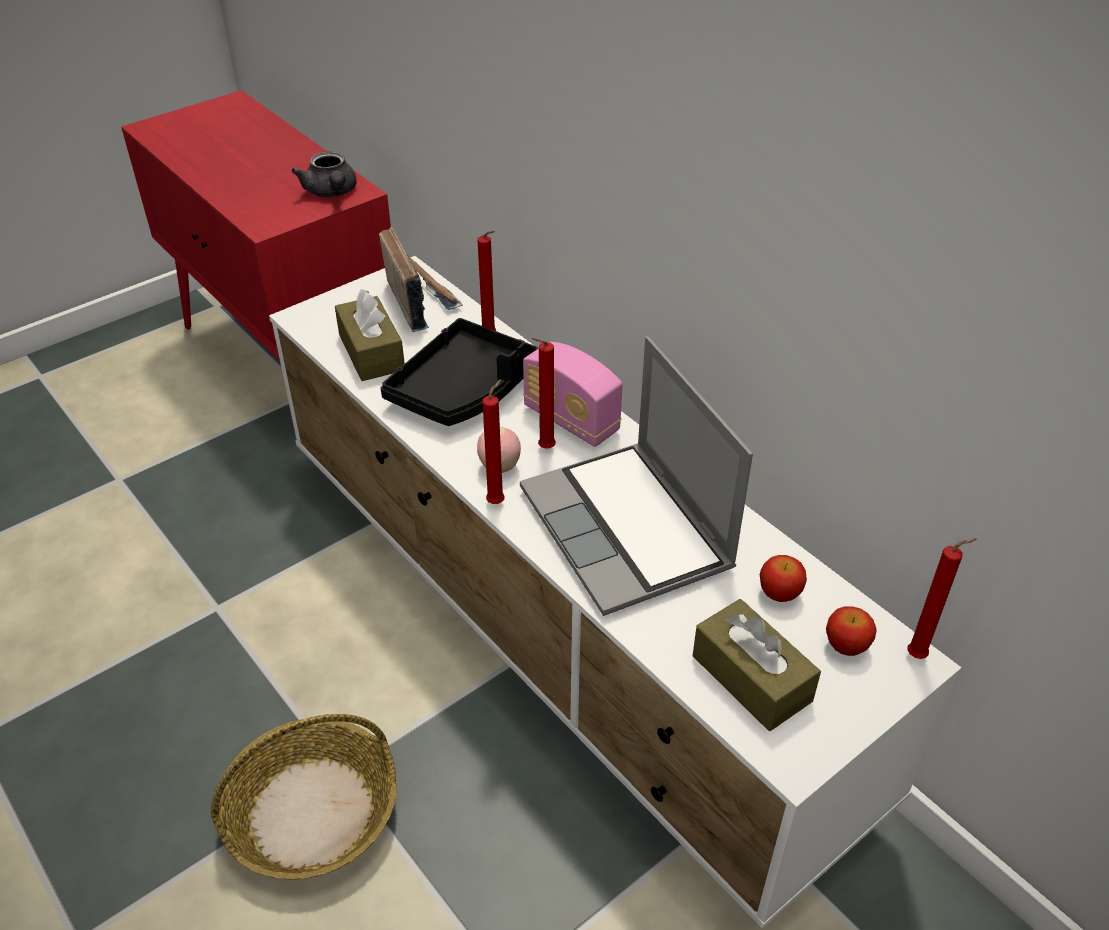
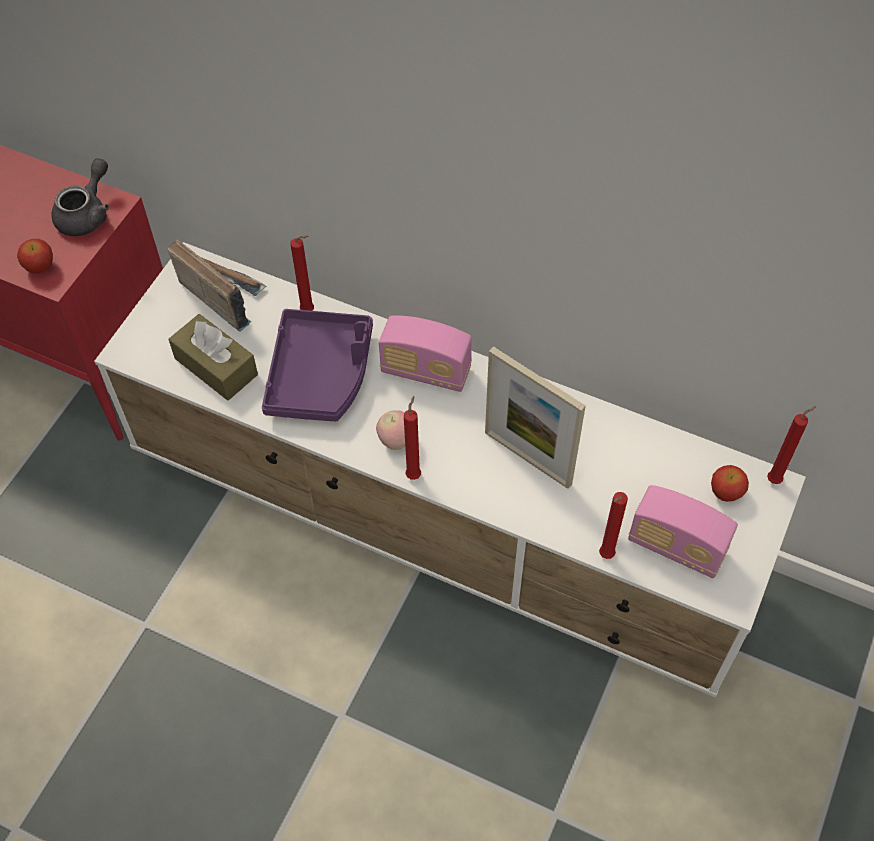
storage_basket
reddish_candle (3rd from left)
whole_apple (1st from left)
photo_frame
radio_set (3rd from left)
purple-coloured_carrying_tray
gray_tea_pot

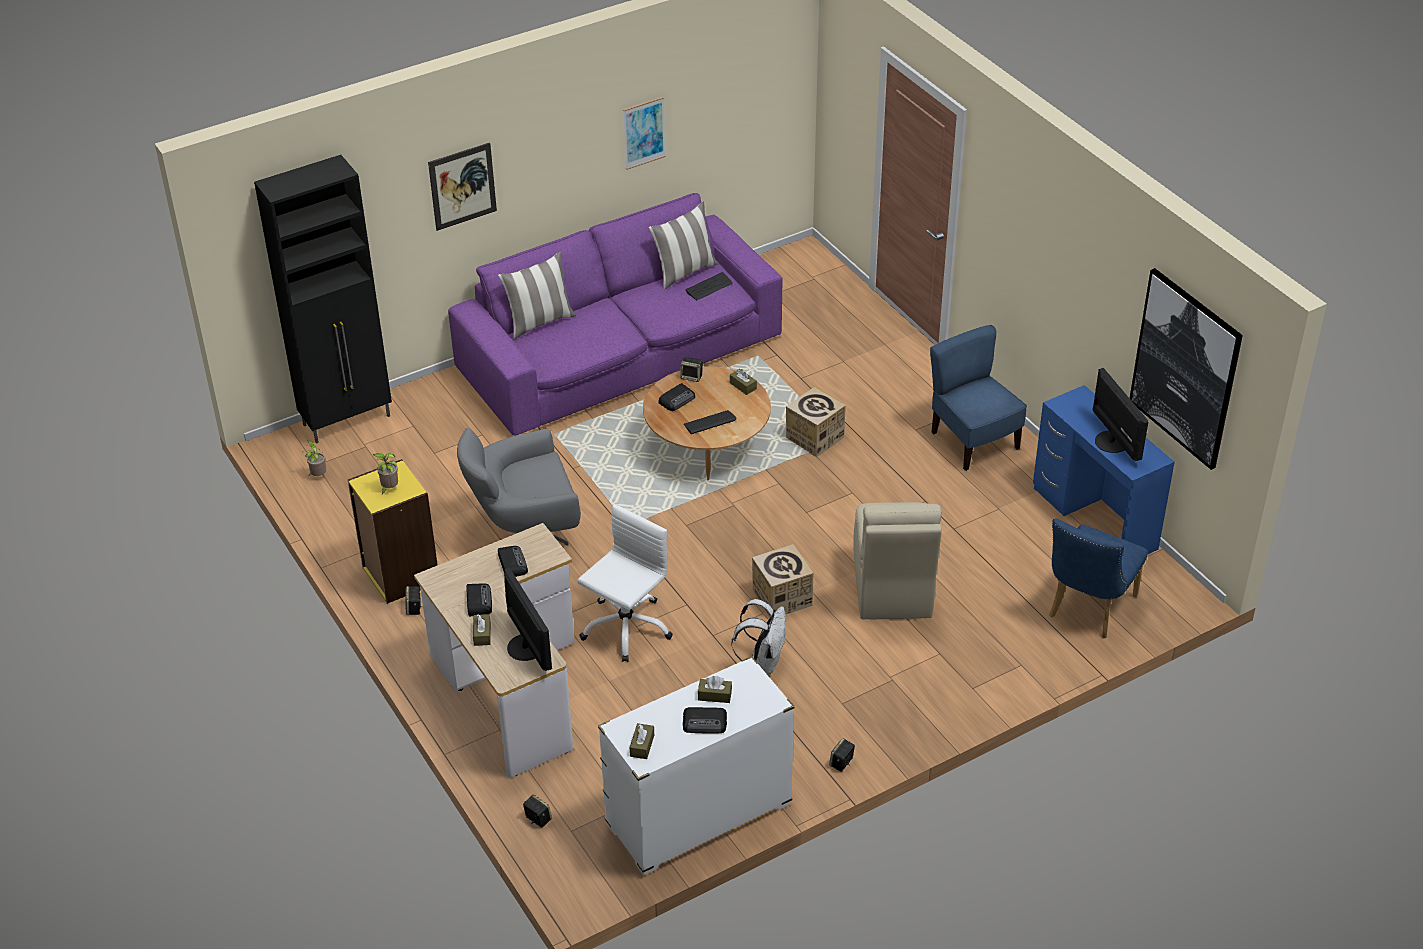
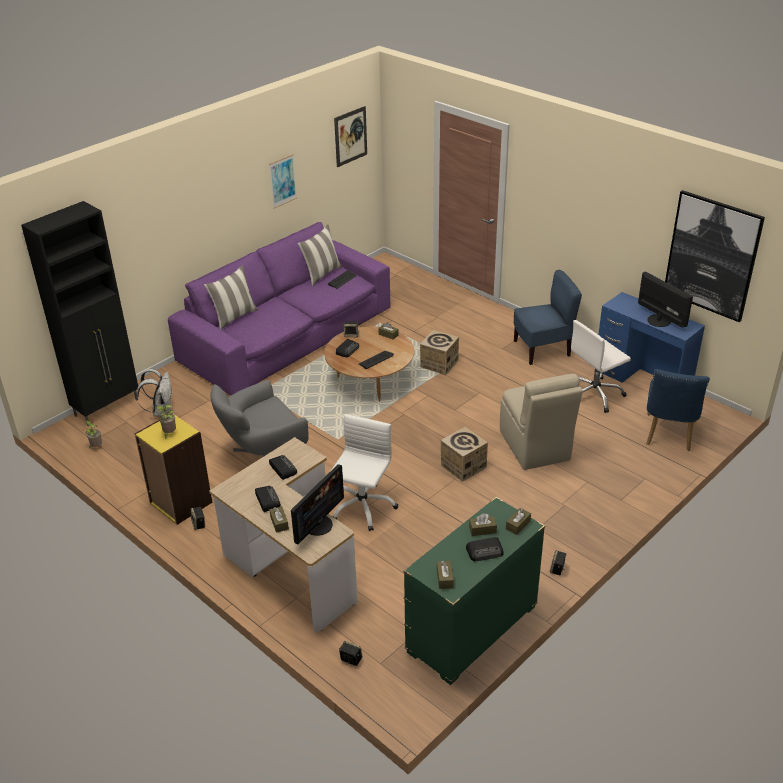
brown_tissue_box (5th from left)
white-coloured_office_chair (2nd from left)
picture (2nd from left)
white-coloured_backpack
greenish_dresser
computer_screen (1st from left)
blue-coloured_chair (1st from left)

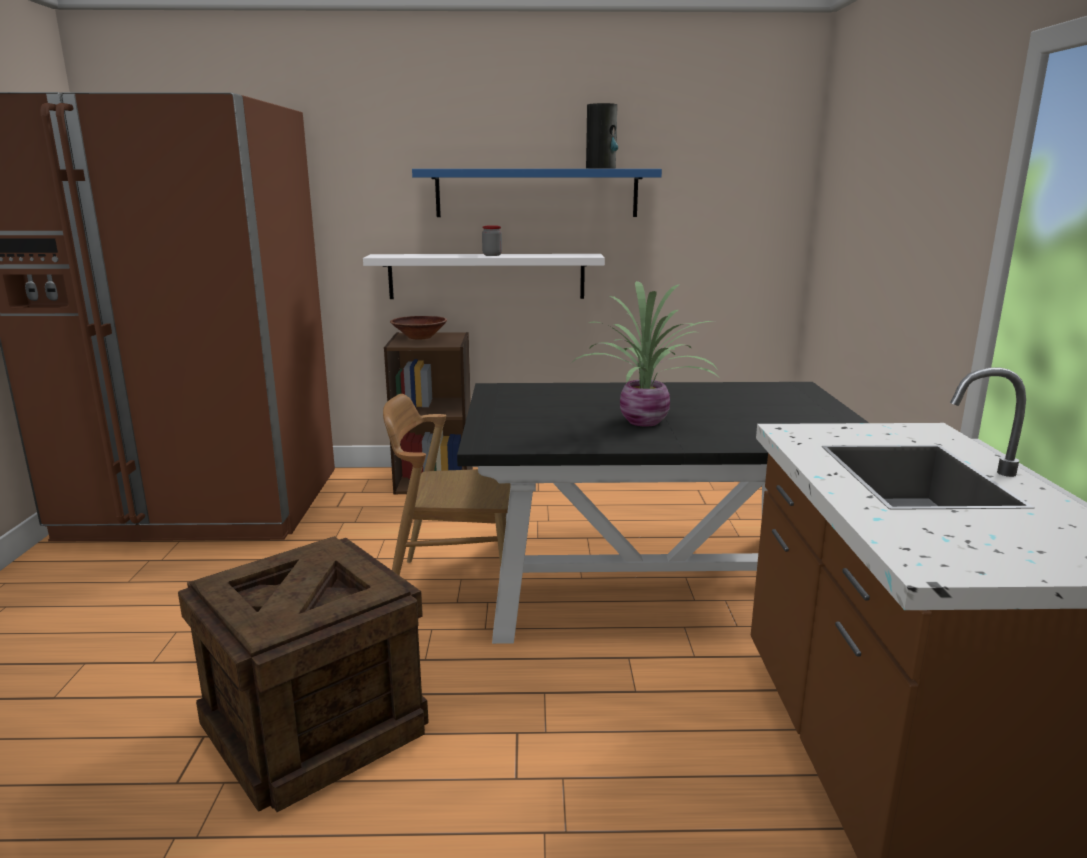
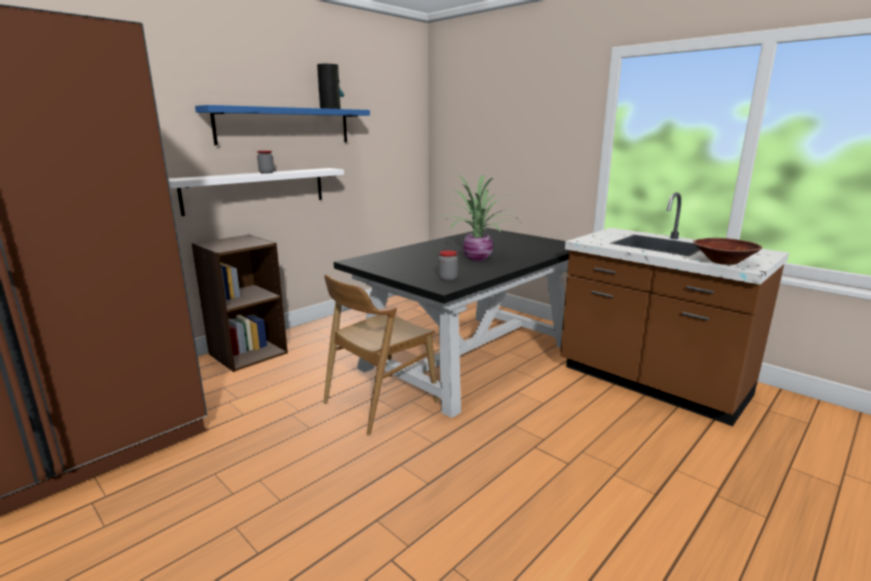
shipping_crate
jar (2nd from left)
brown_serving_bowl

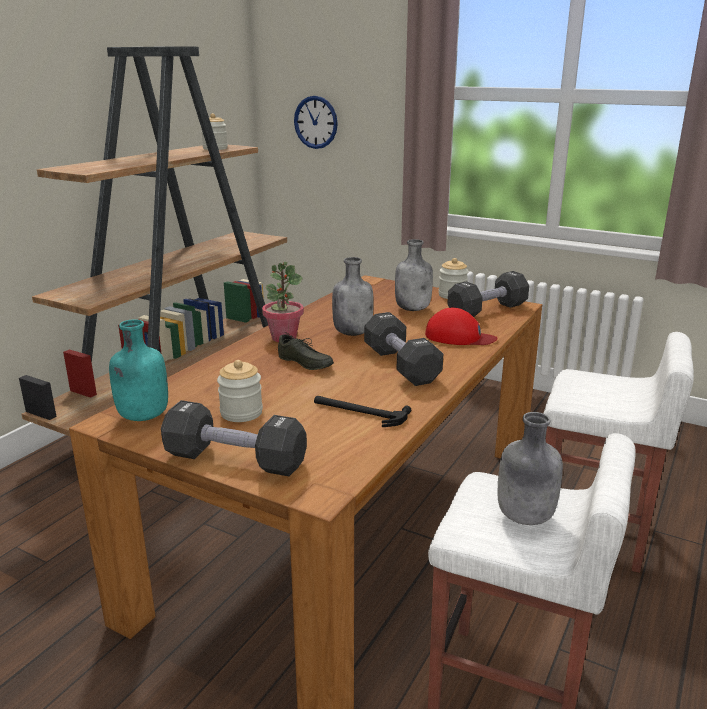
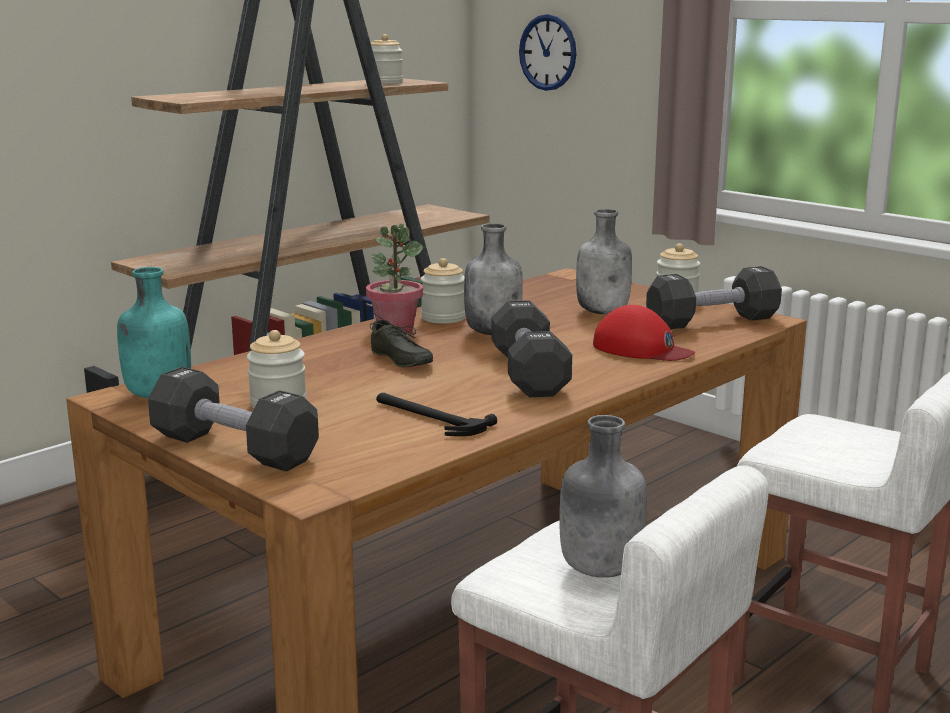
jar (3rd from left)

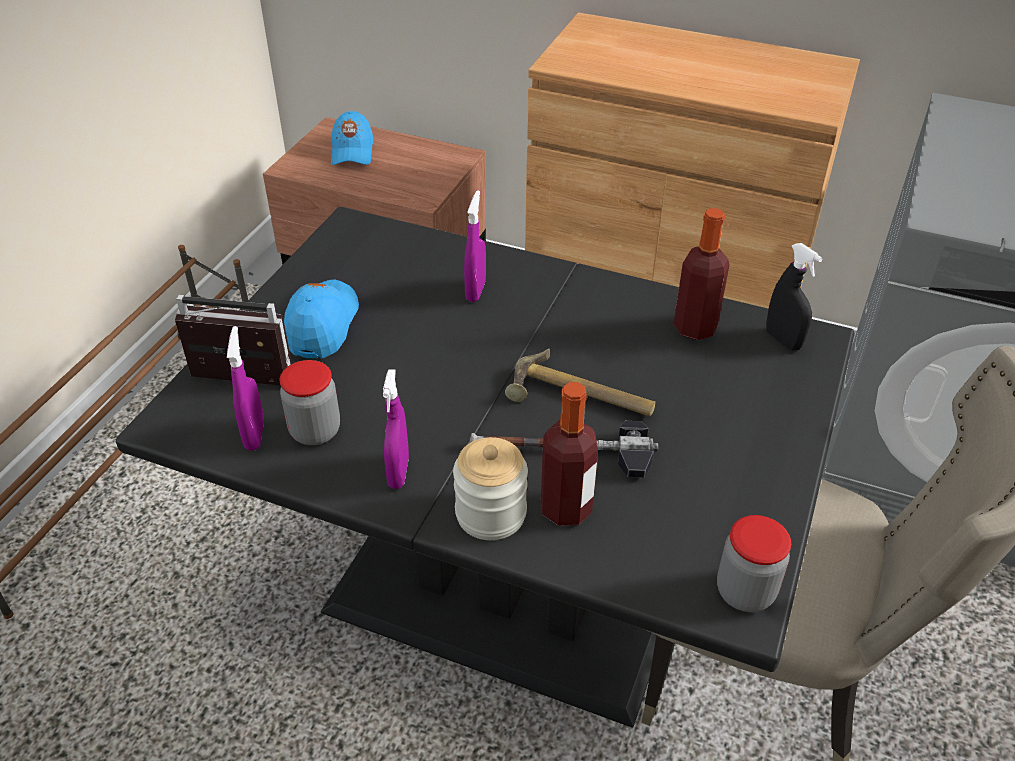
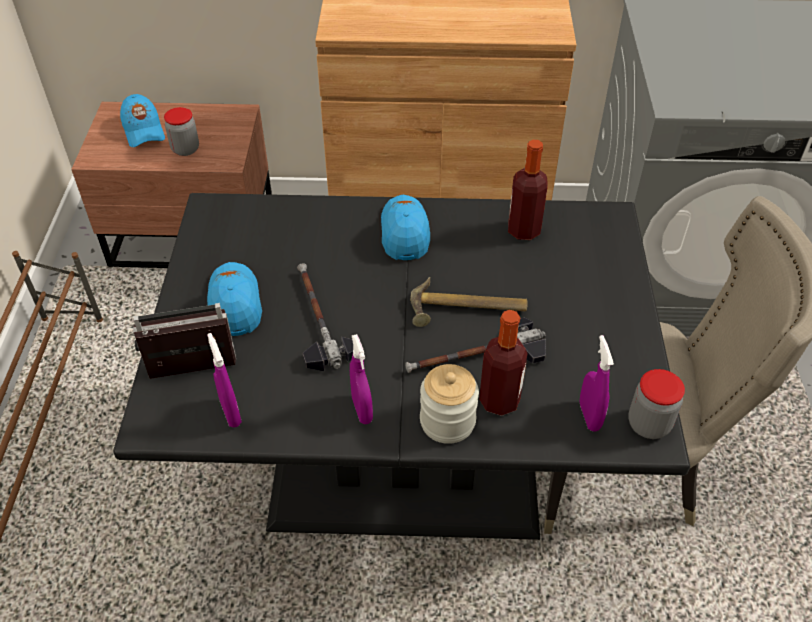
black-coloured_hand_sprayer
hammer (1st from left)
blue-coloured_peaked_cap (3rd from left)
jar (1st from left)
purple-coloured_hand_sprayer (3rd from left)

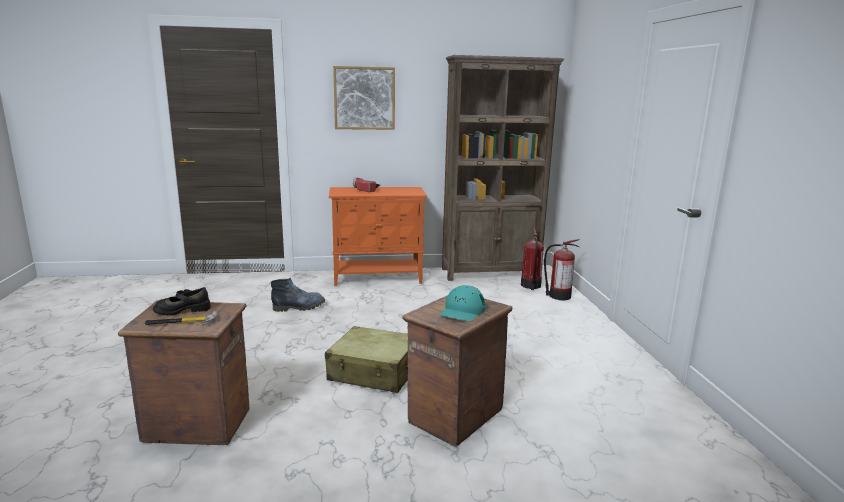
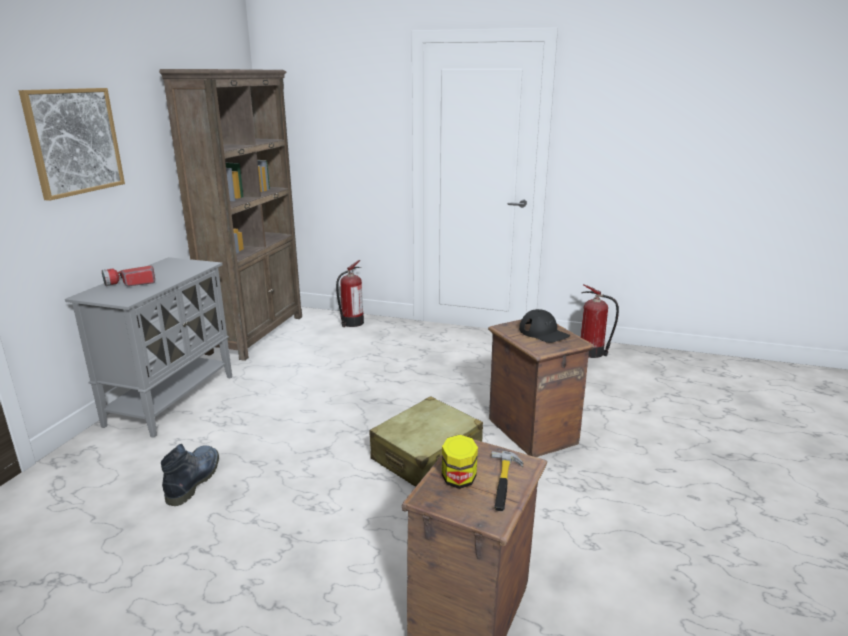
fire-fighting_cylinder (2nd from left)
jar
gray_cupboard
black-coloured_peaked_cap

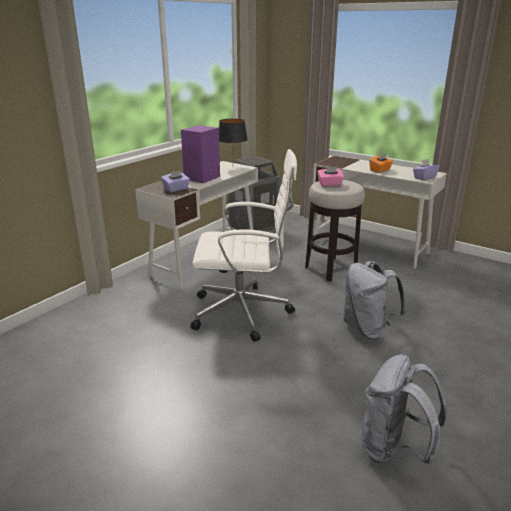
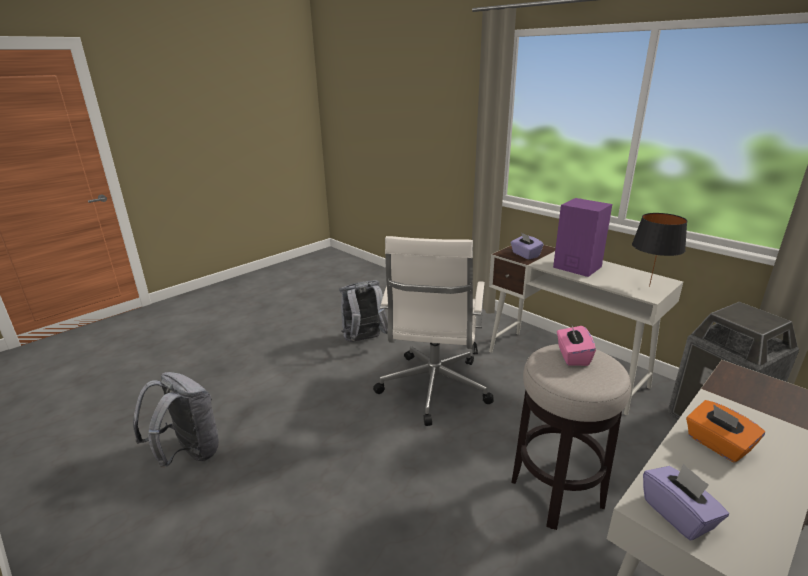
gray_backpack (2nd from left)

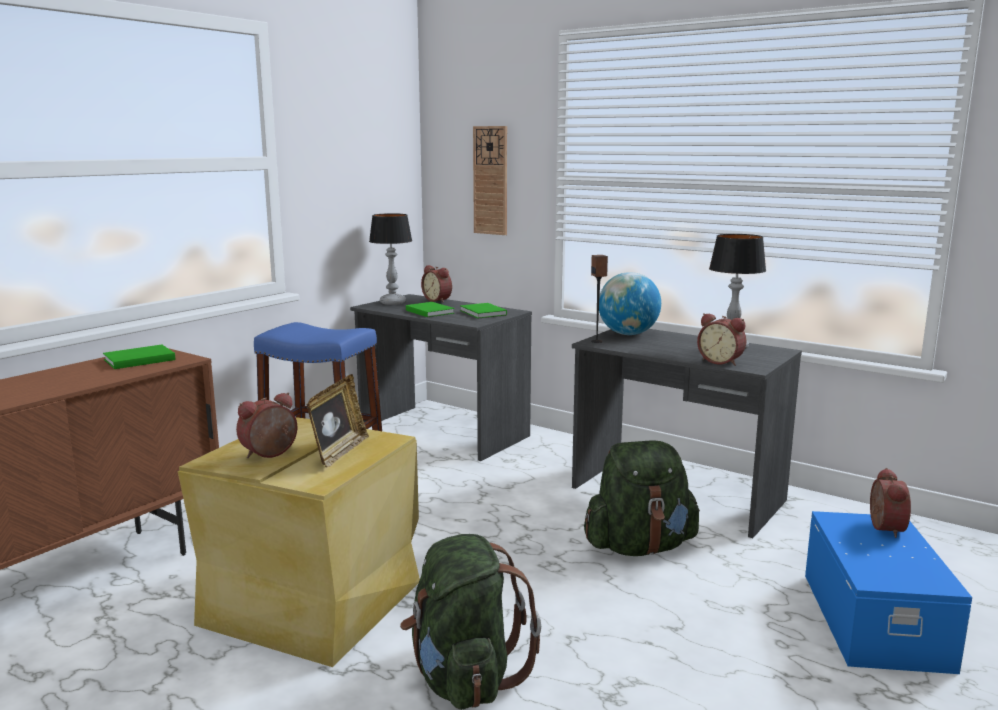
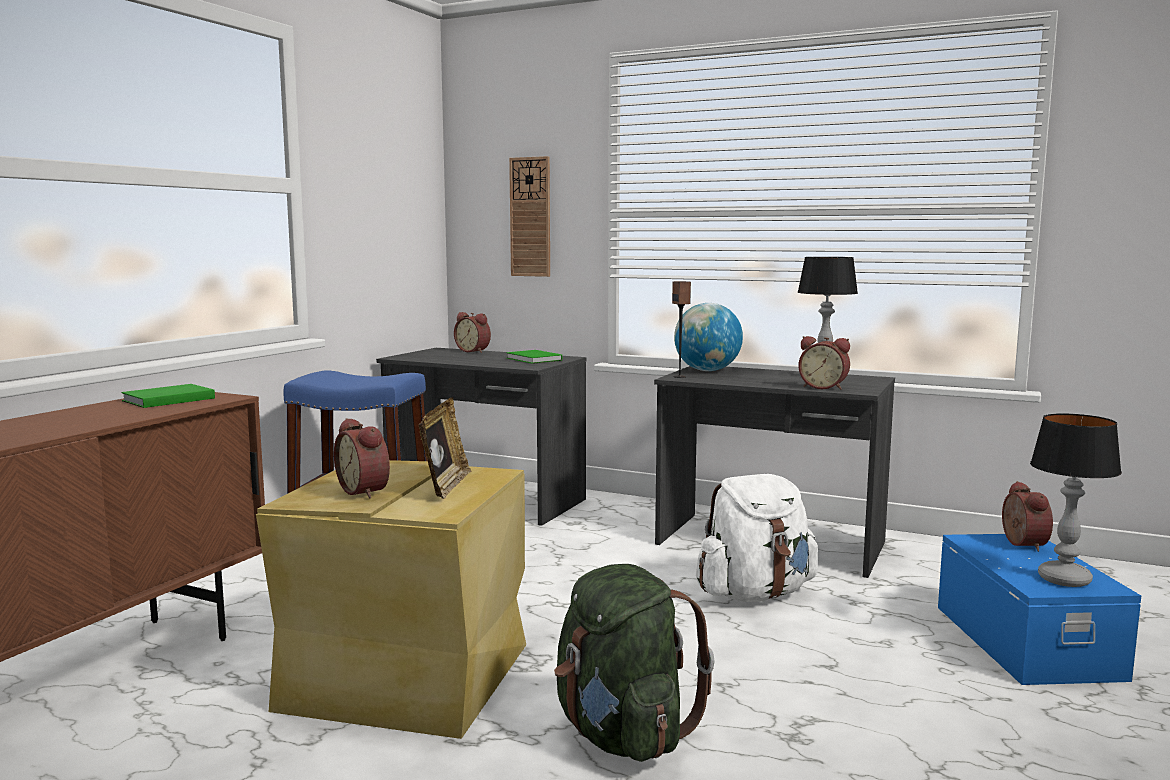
greenish_volume (2nd from left in the first image)
table_lamp (2nd from left)
white-coloured_backpack
alarm_clock (1st from left)

